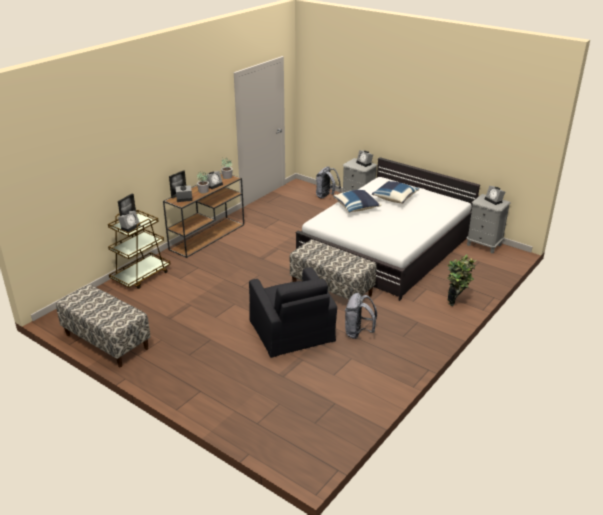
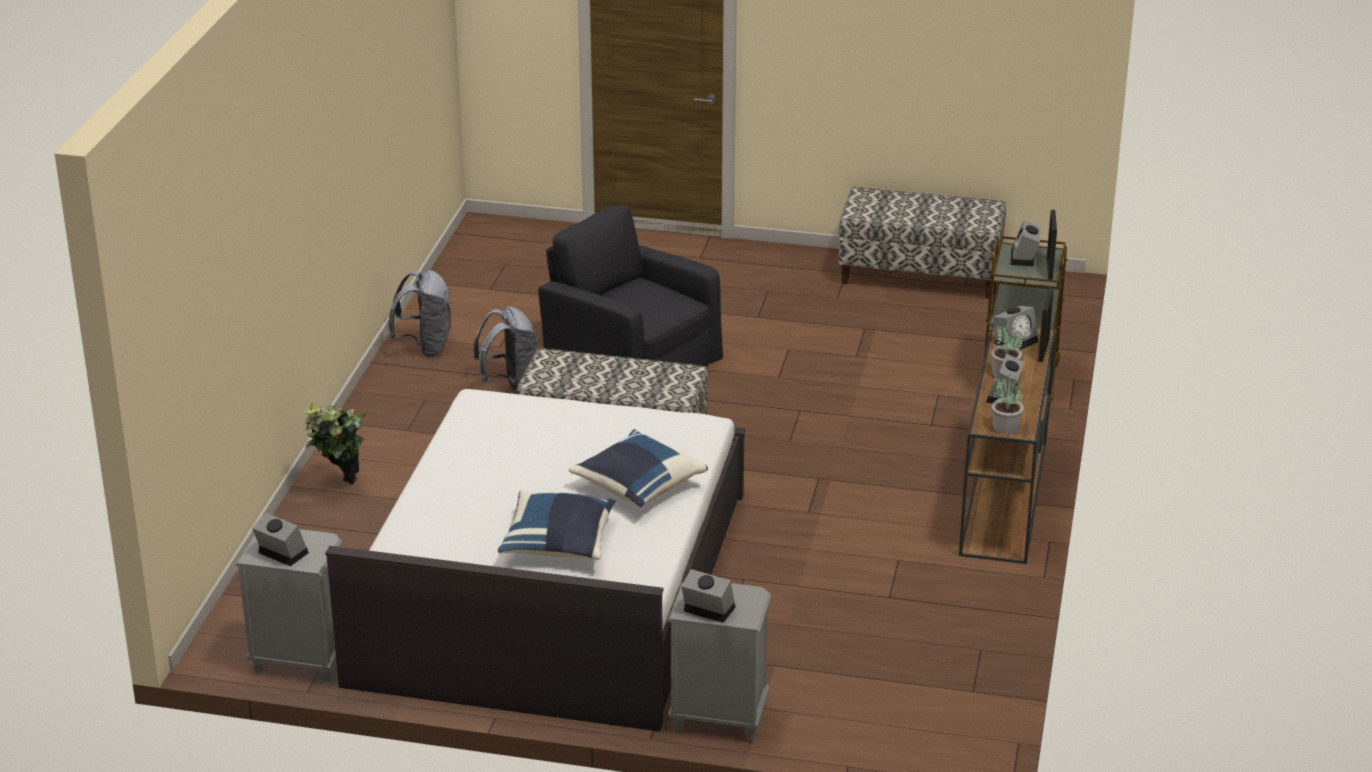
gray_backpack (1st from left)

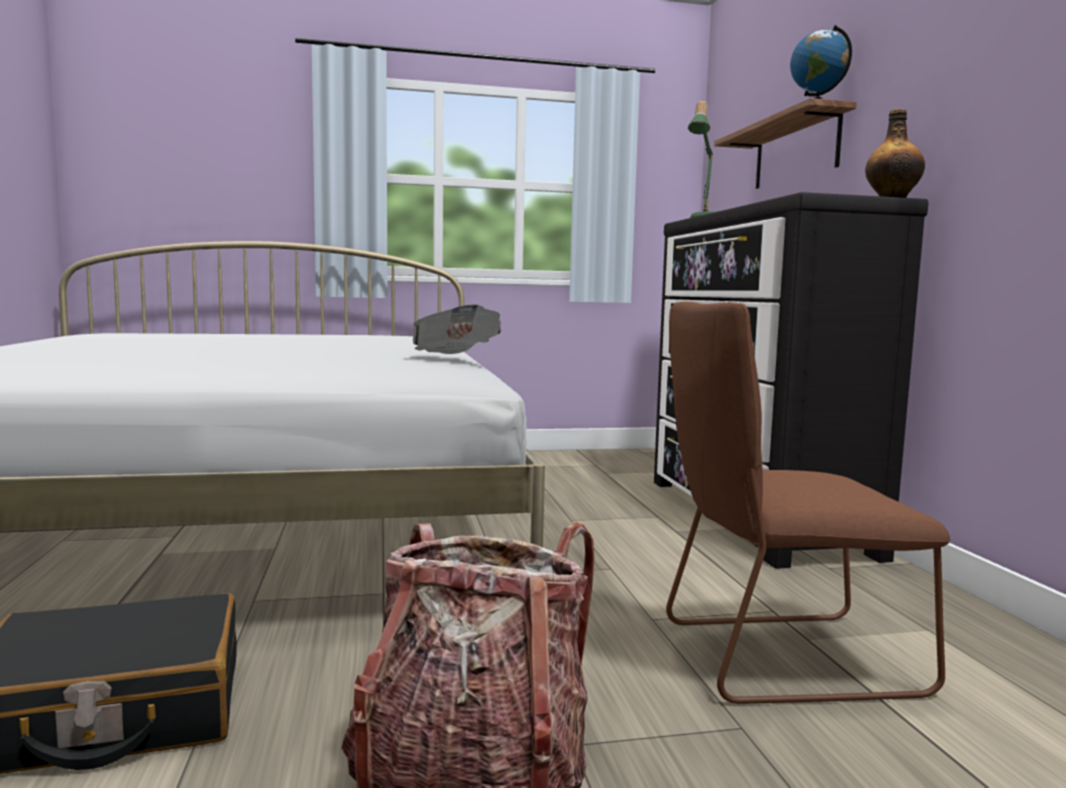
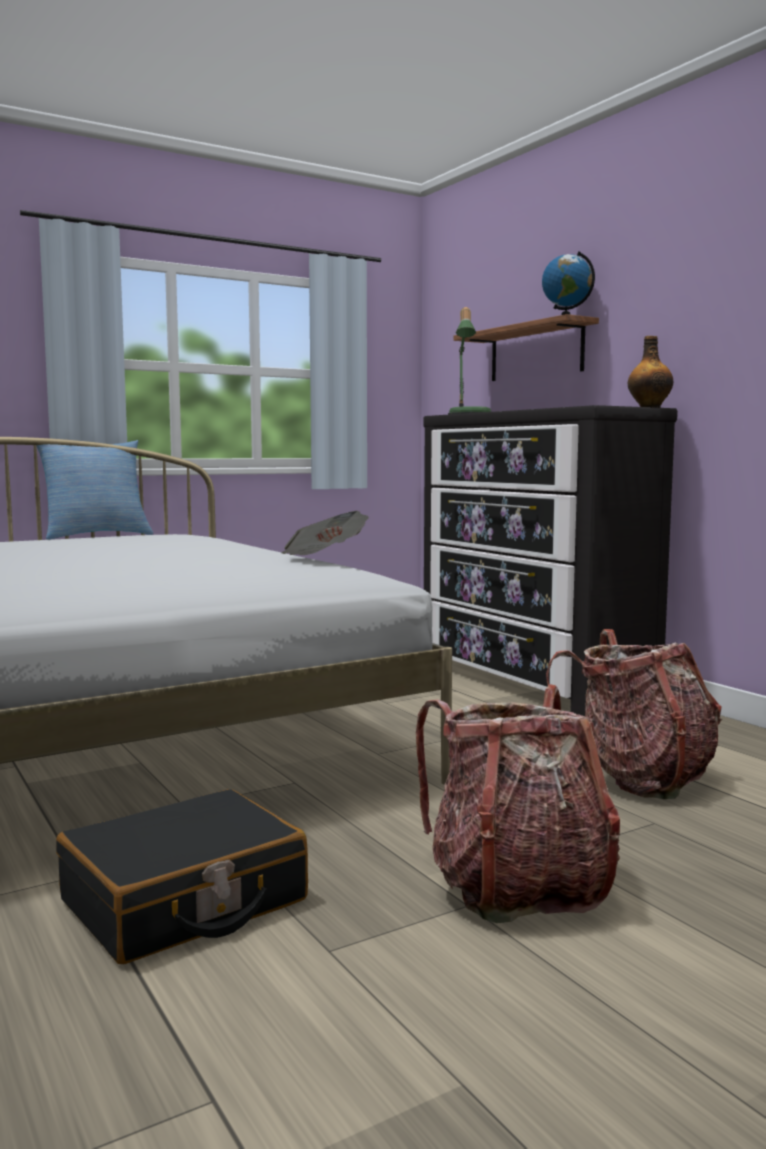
pillow
backpack (2nd from left)

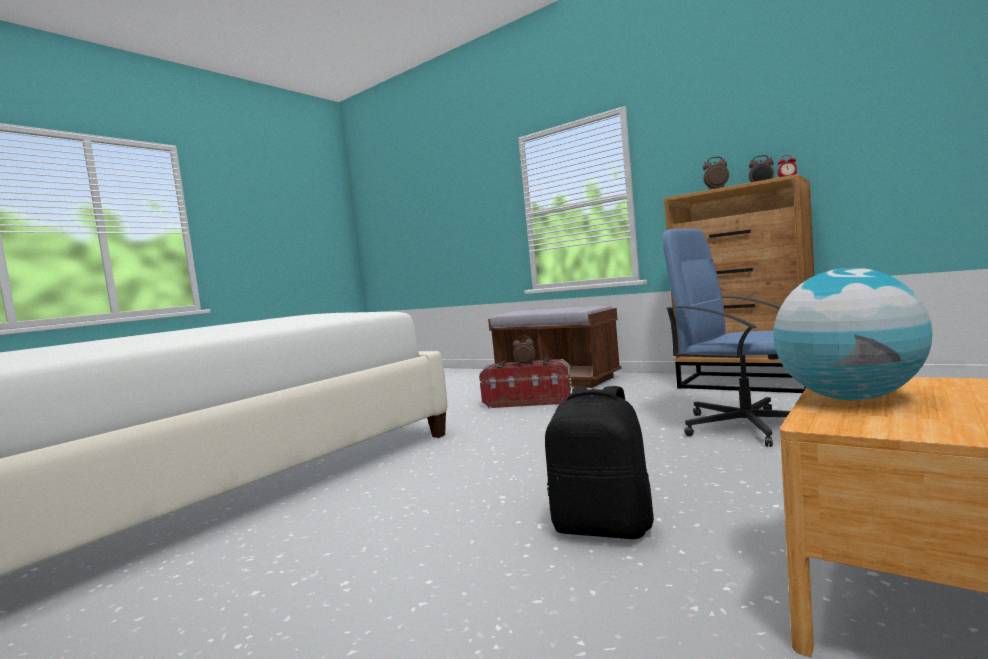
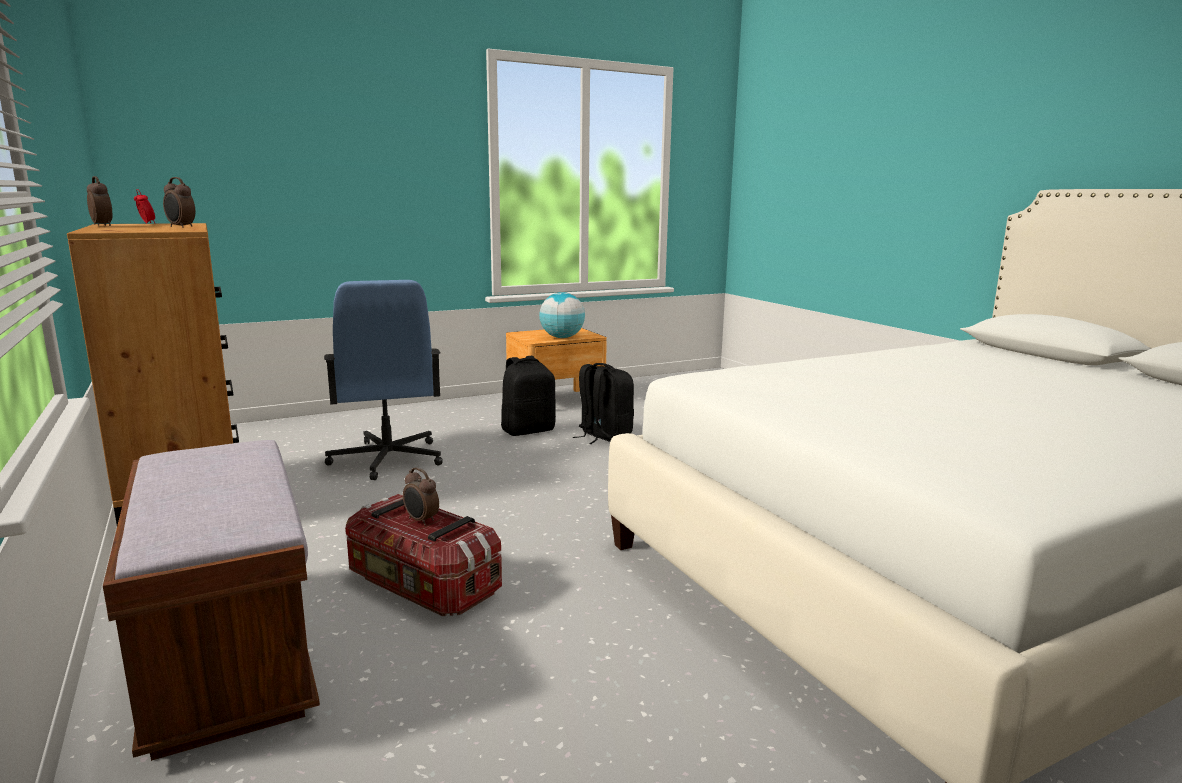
black-coloured_backpack (1st from left)

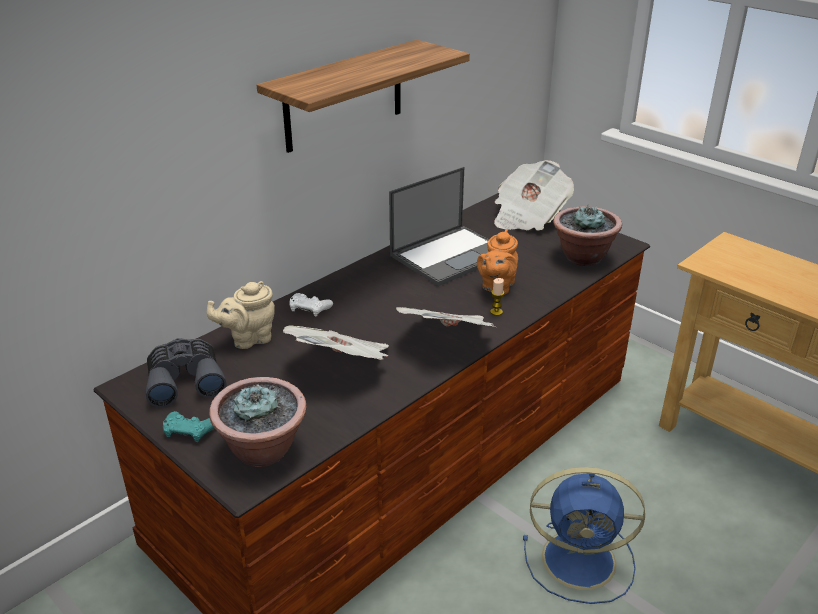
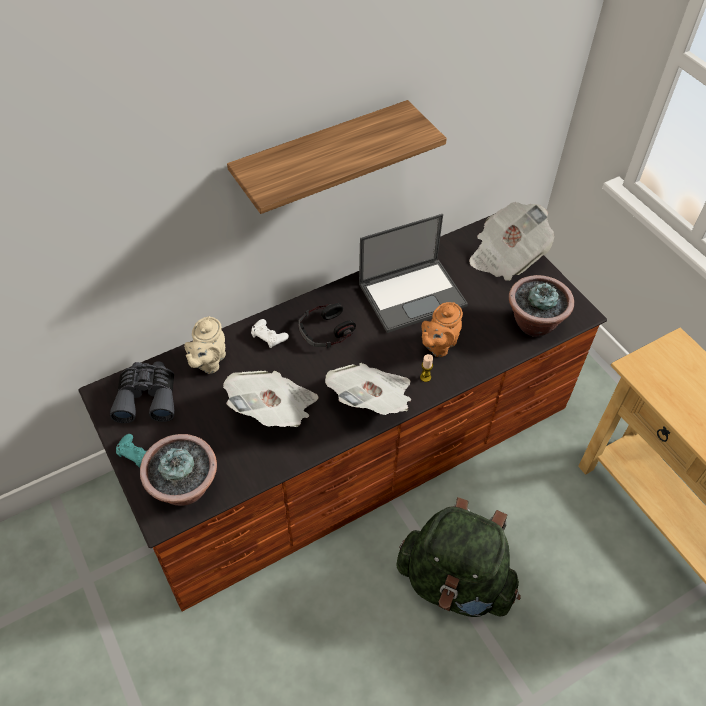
pair_of_headphones
greenish_backpack
beige-coloured_tea_pot

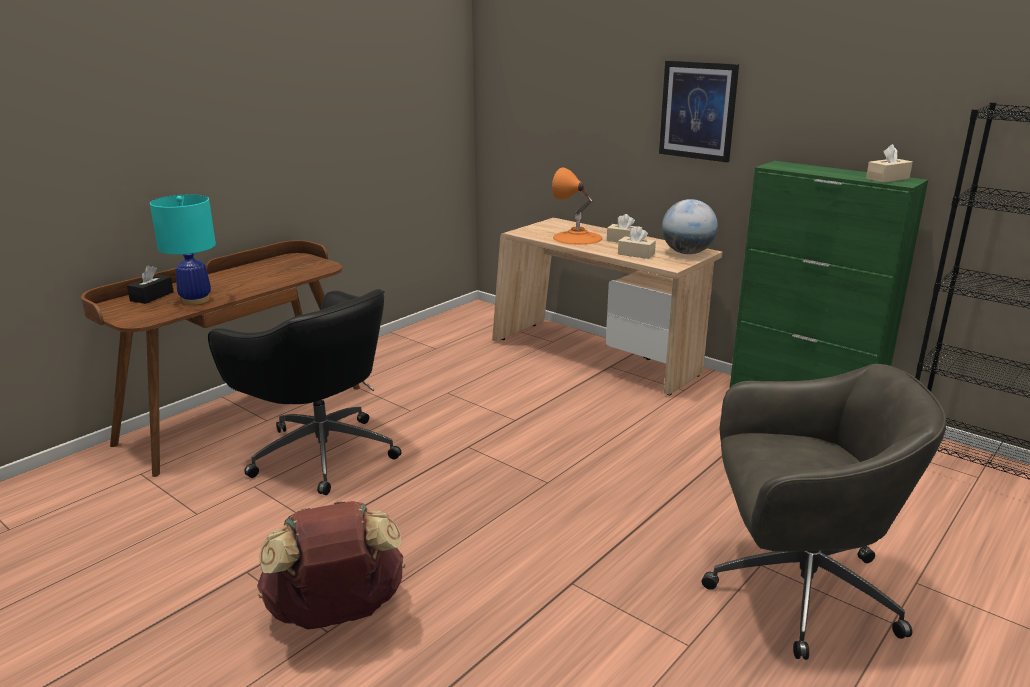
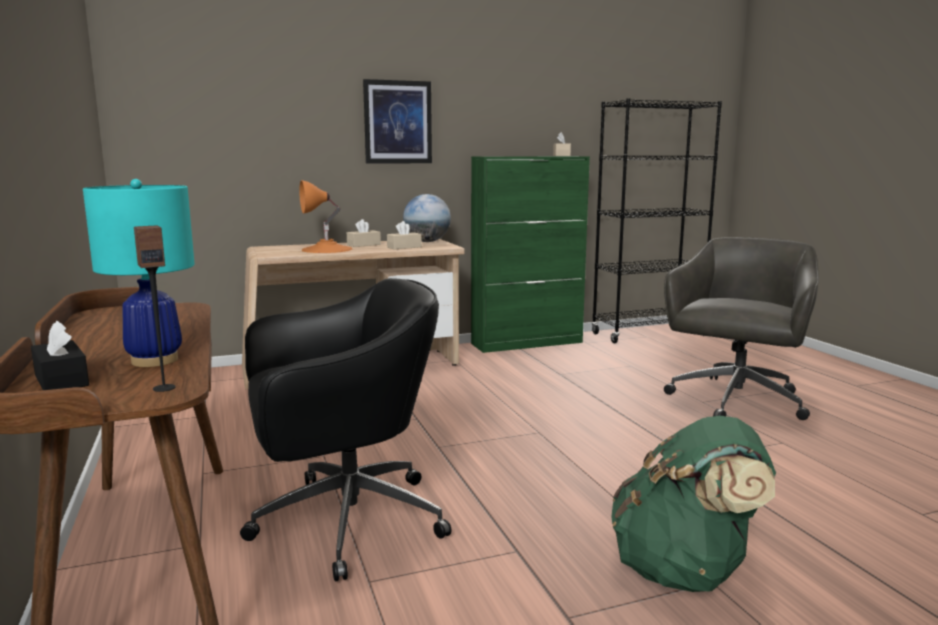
audio_speaker
greenish_backpack

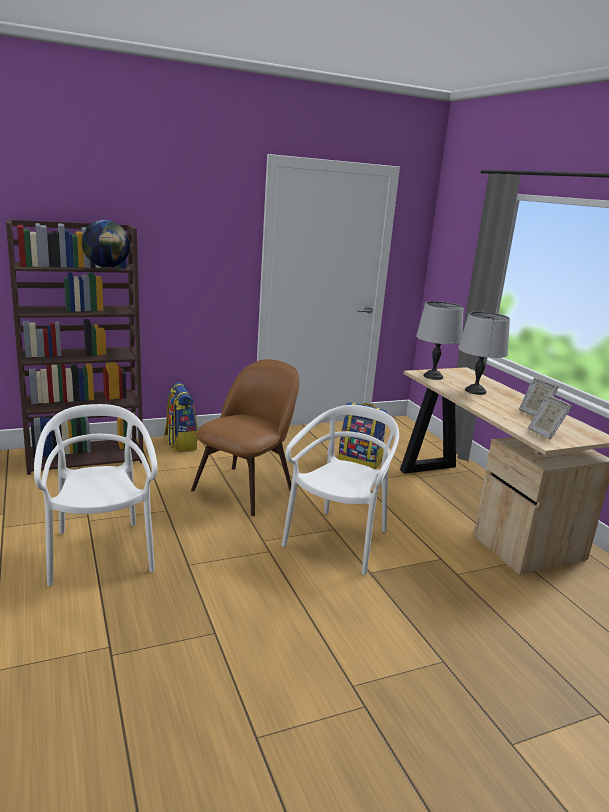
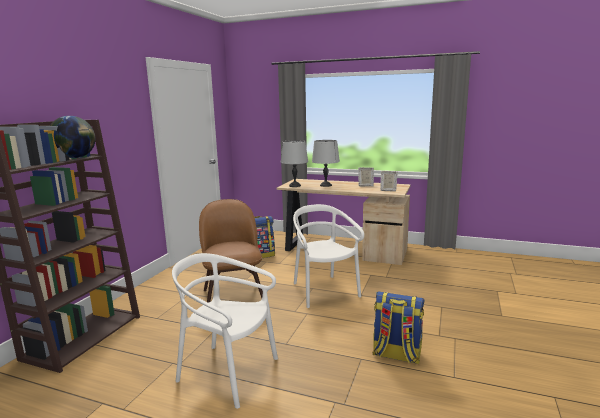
backpack (2nd from left)

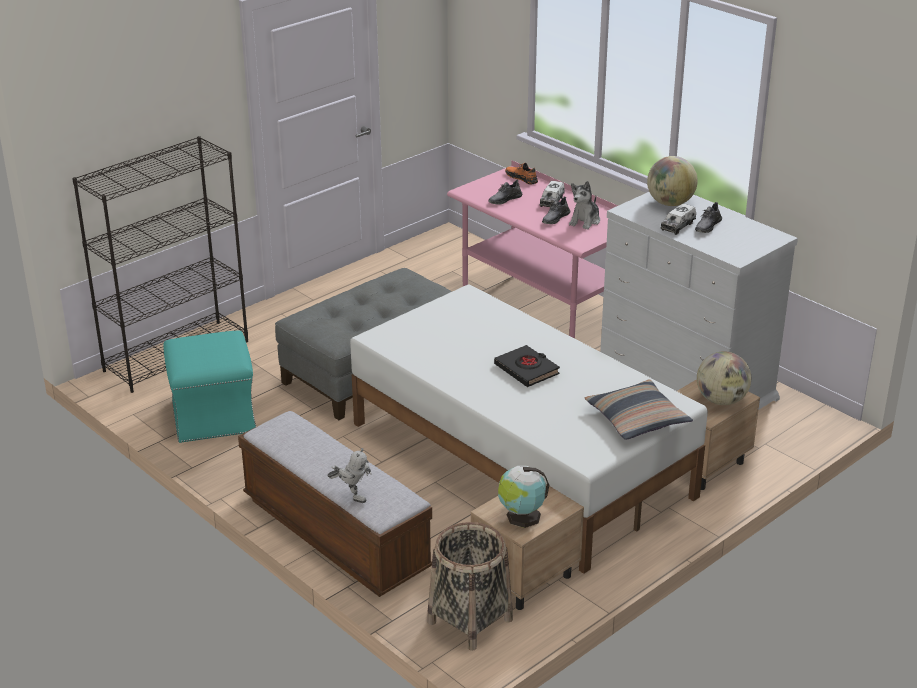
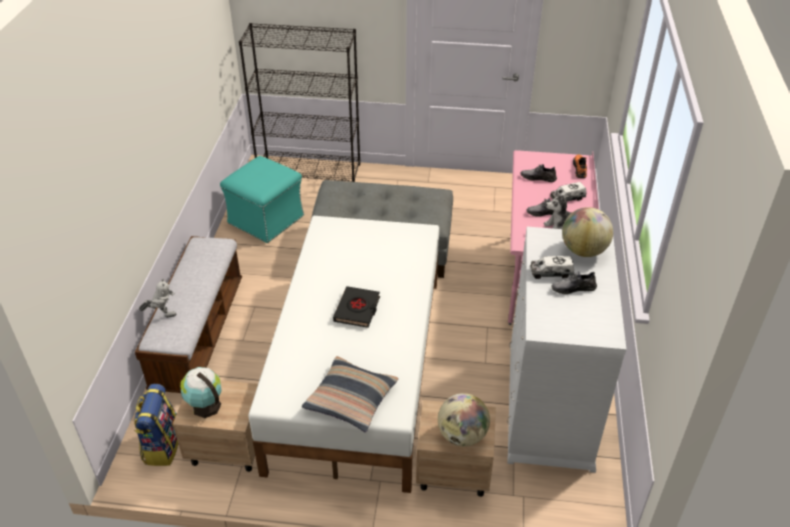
backpack
model_robot

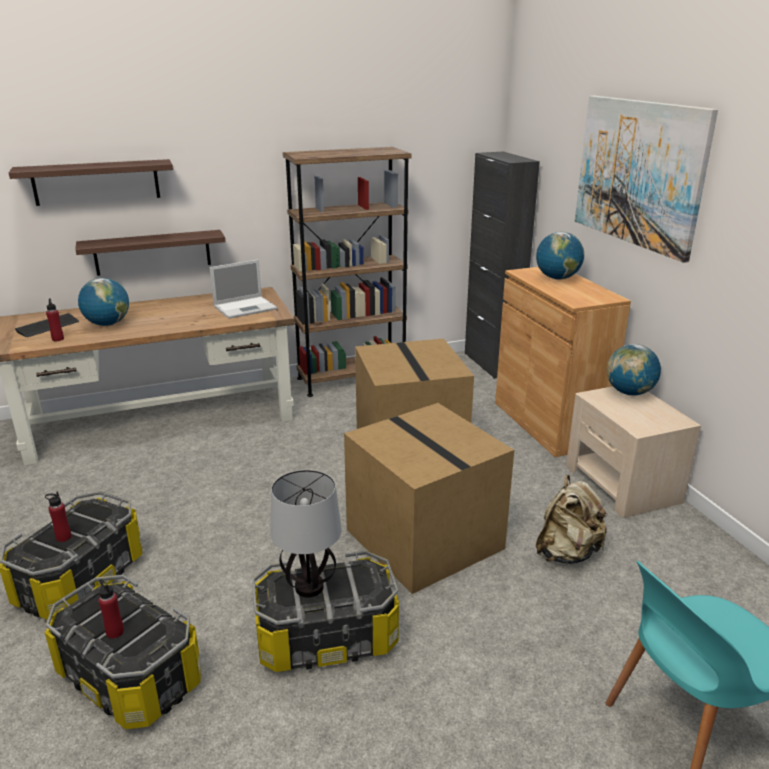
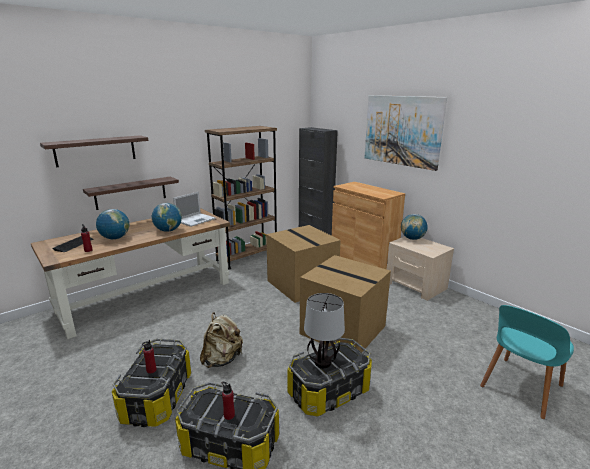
globe (2nd from left)
beige-coloured_backpack

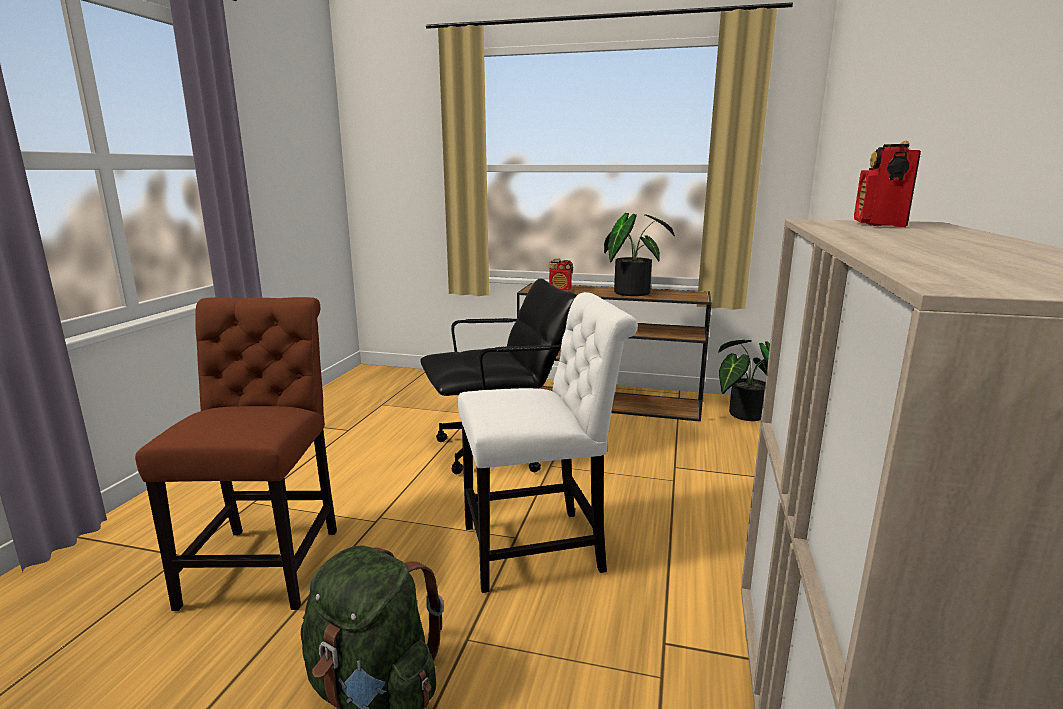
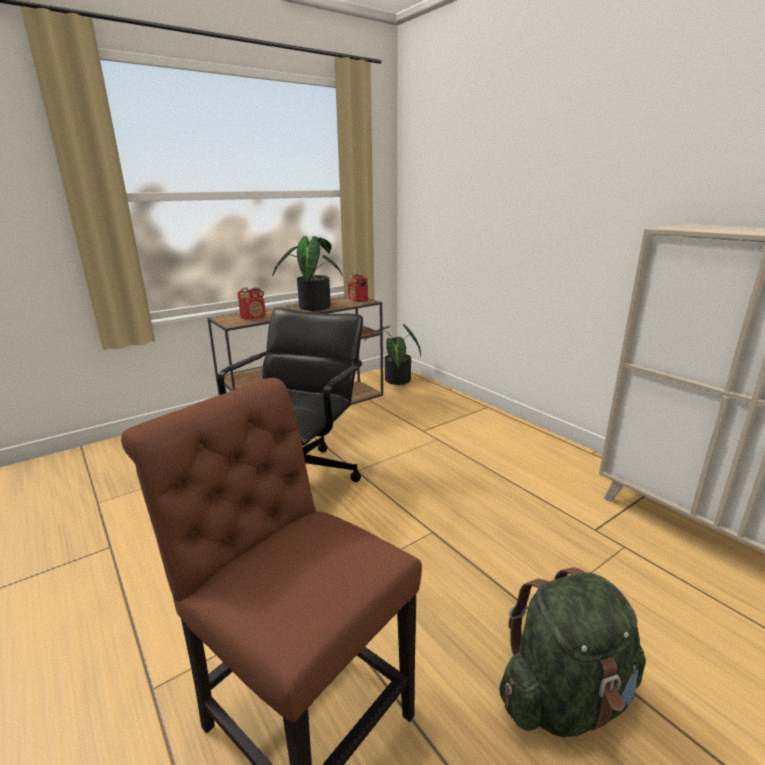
white-coloured_chair
radio_set (2nd from left)

